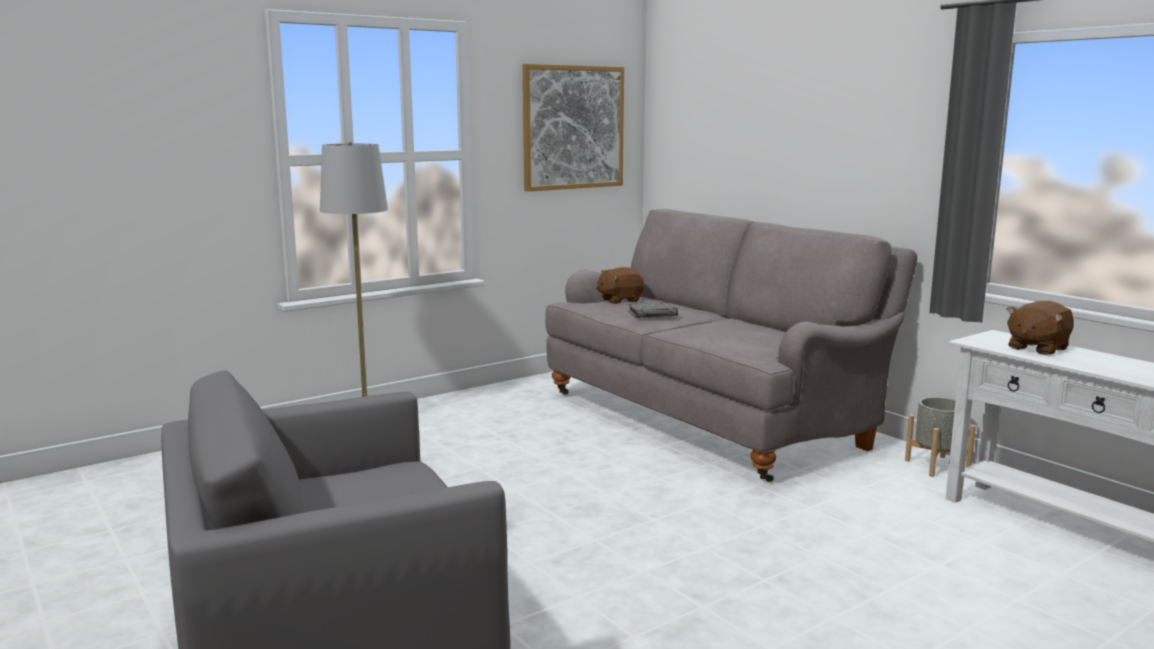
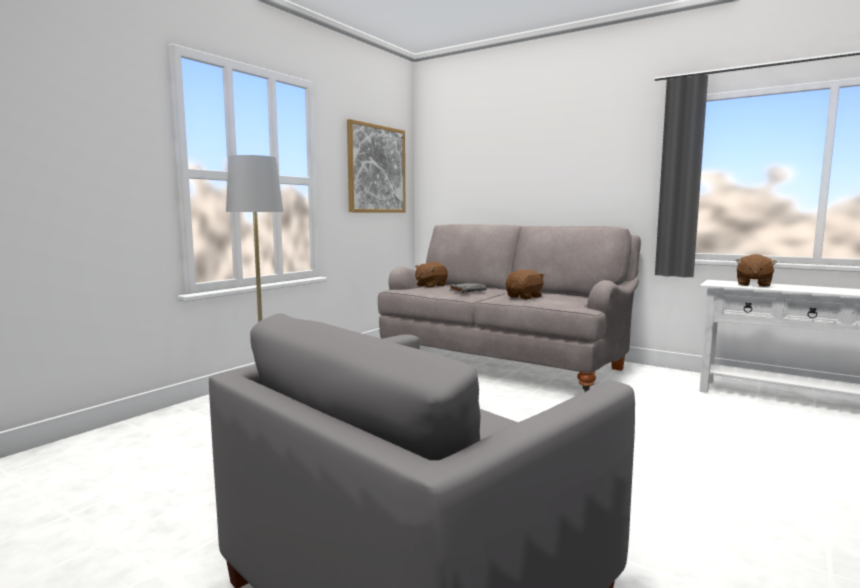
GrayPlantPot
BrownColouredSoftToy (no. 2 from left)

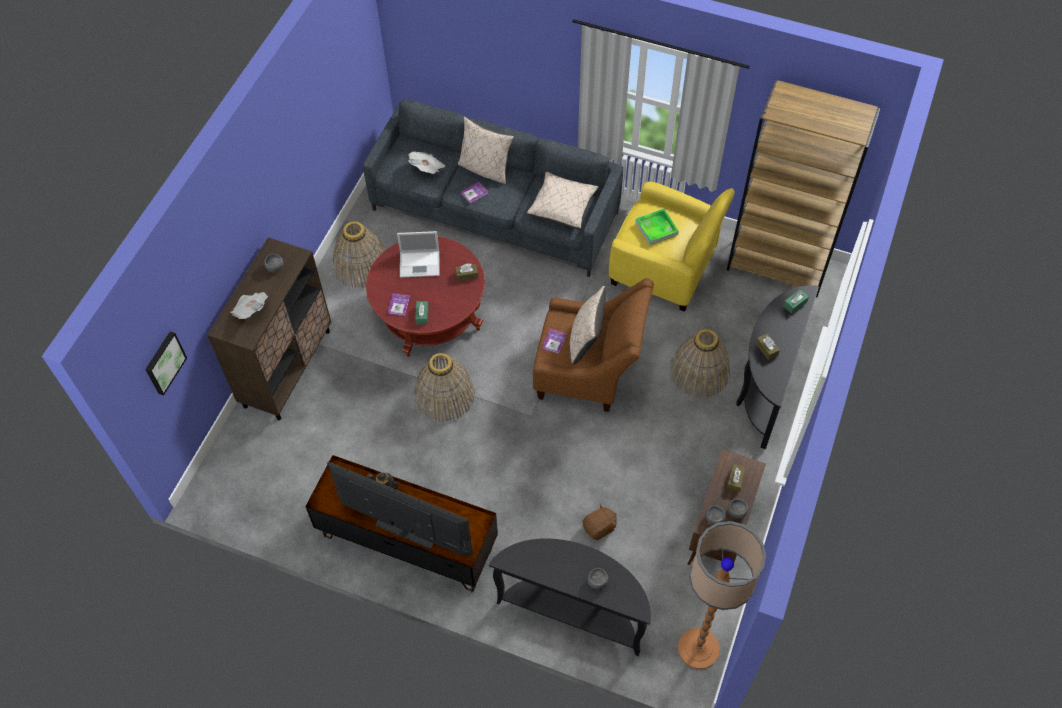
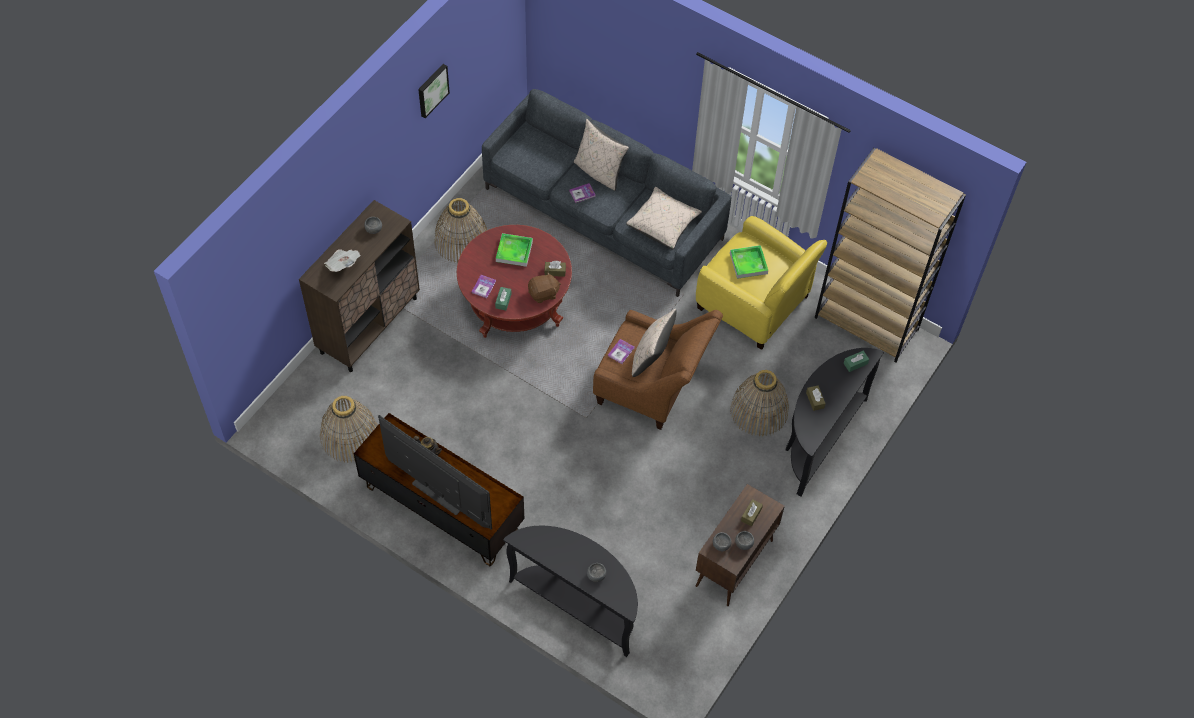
DailyPaper (no. 2 from left in the first image)
ServingTray (no. 1 from left)
Picture
HouseholdBasket (no. 1 from left)
BrownColouredSoftToy
StandardLamp

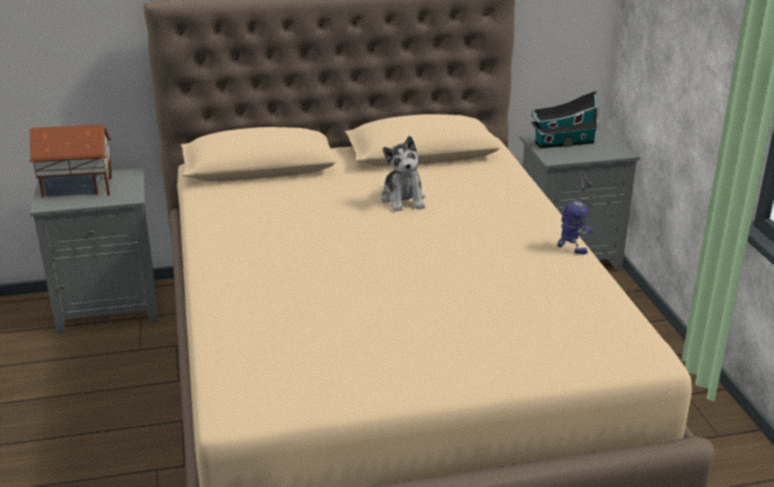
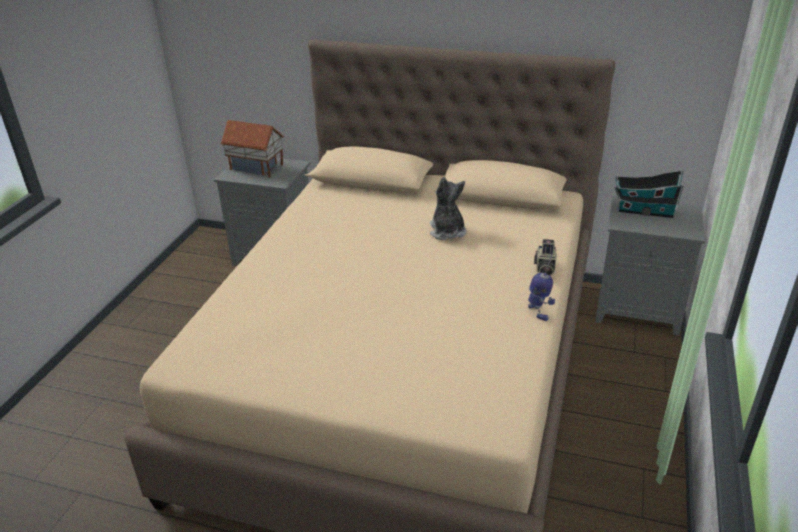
SoftToy
StillCamera

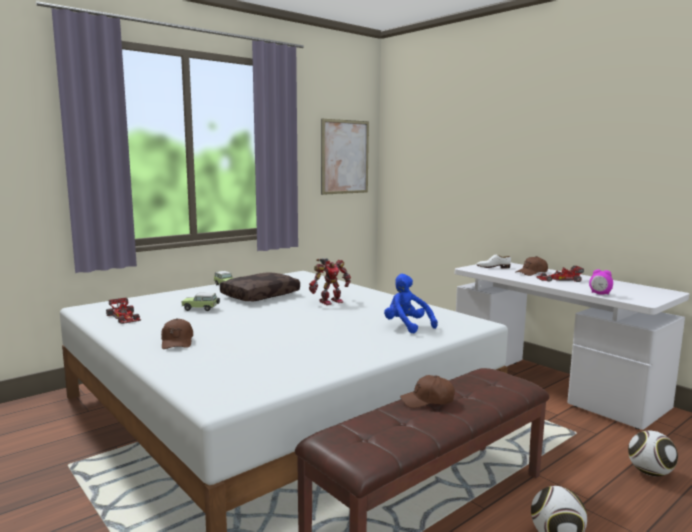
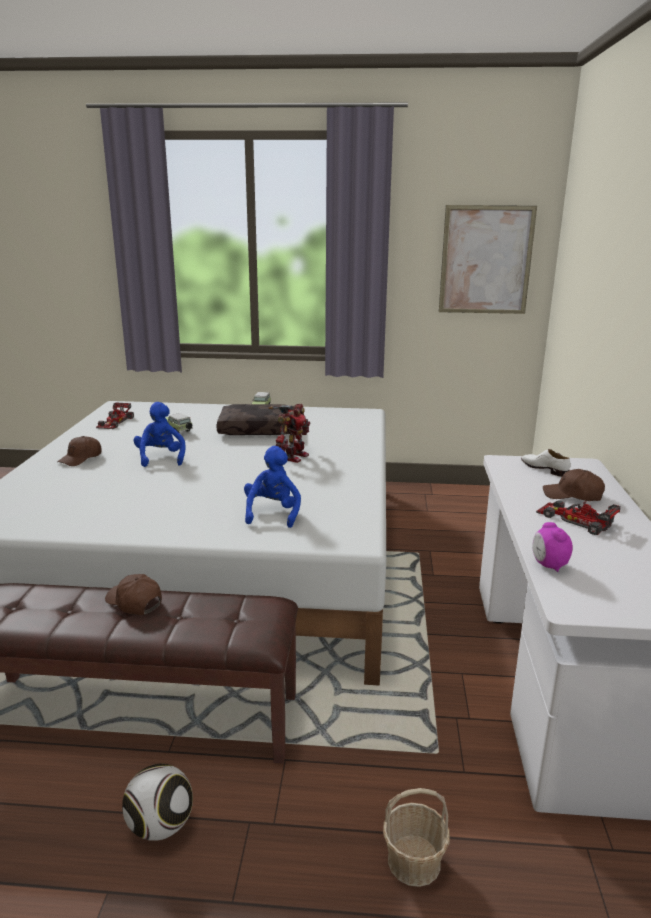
RobotFigure
HouseholdBasket
BlueColouredSoftToy (no. 1 from left)

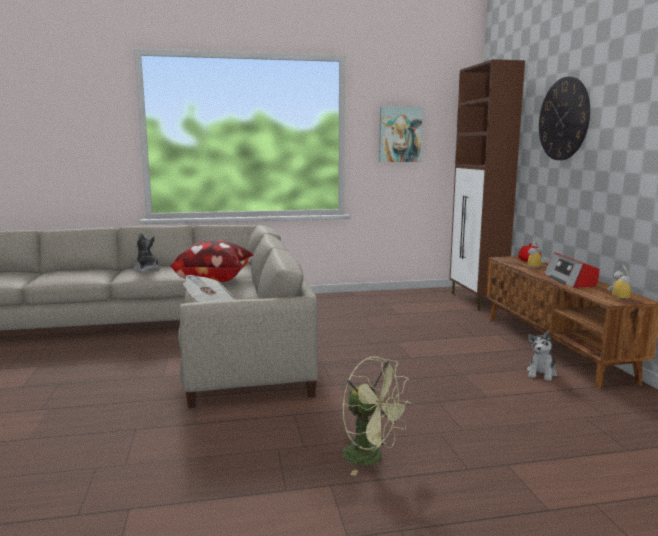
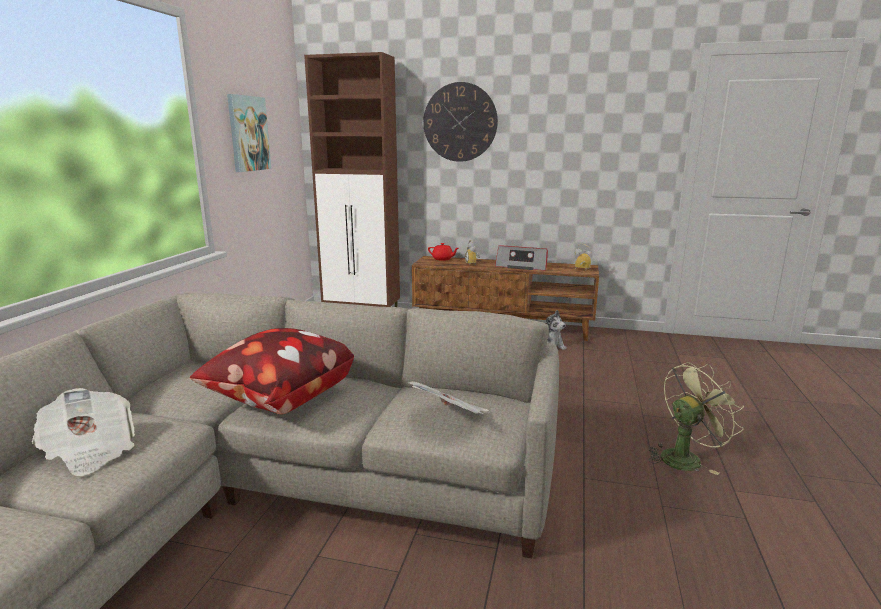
DailyPaper (no. 1 from left)

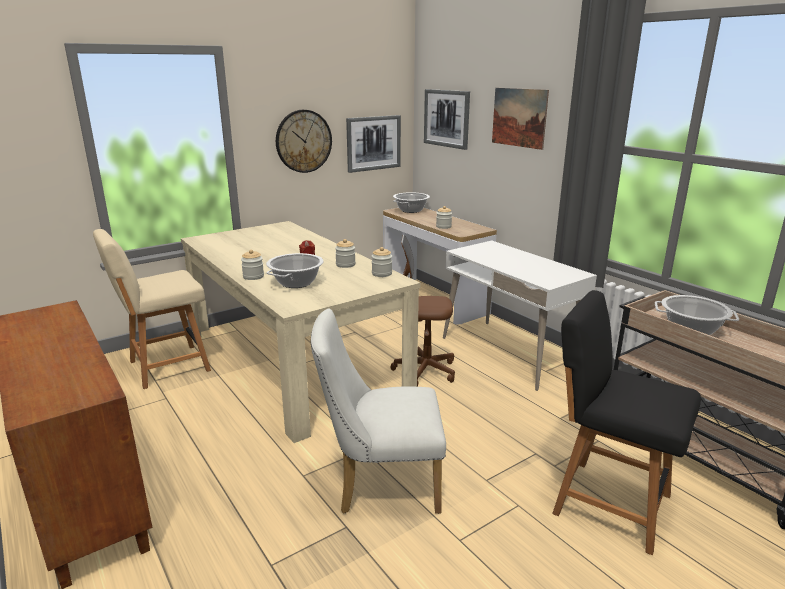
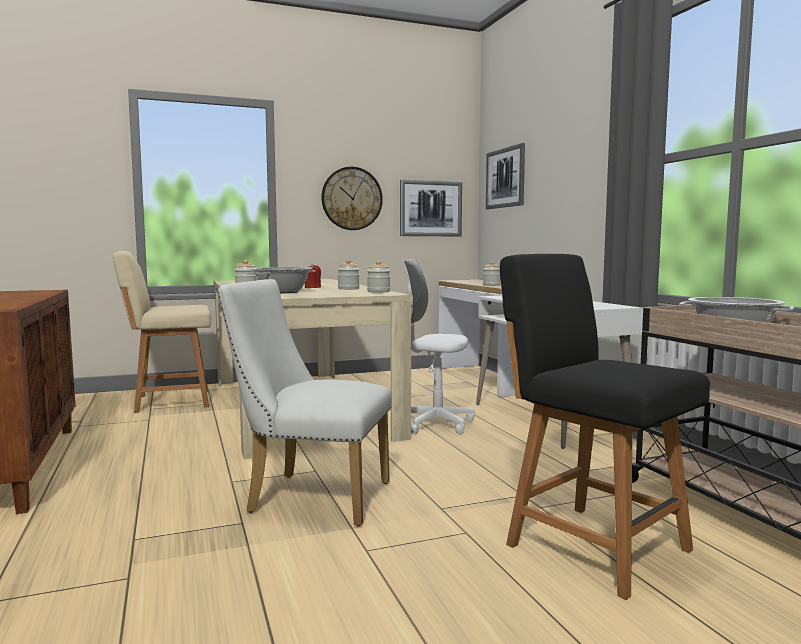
Picture (no. 3 from left in the first image)
CookingPot (no. 2 from left in the first image)
WhiteComputerChair

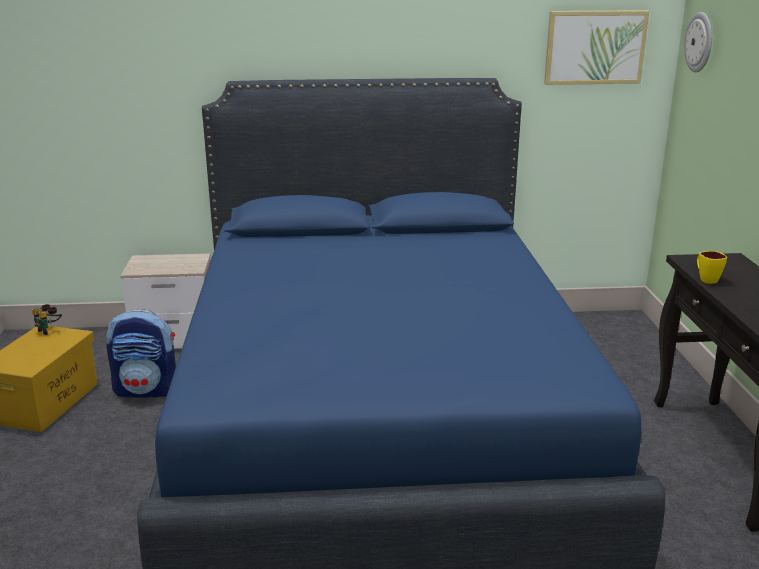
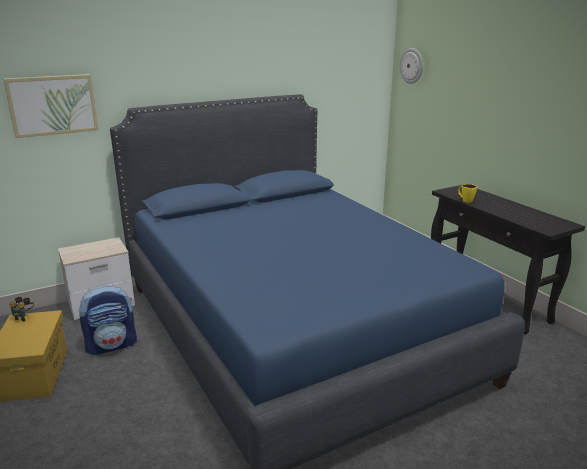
Picture

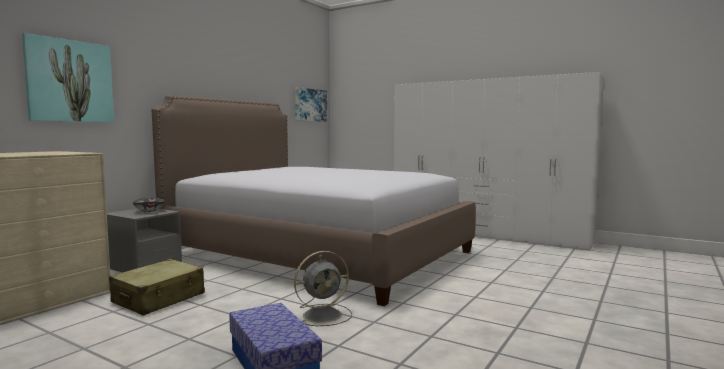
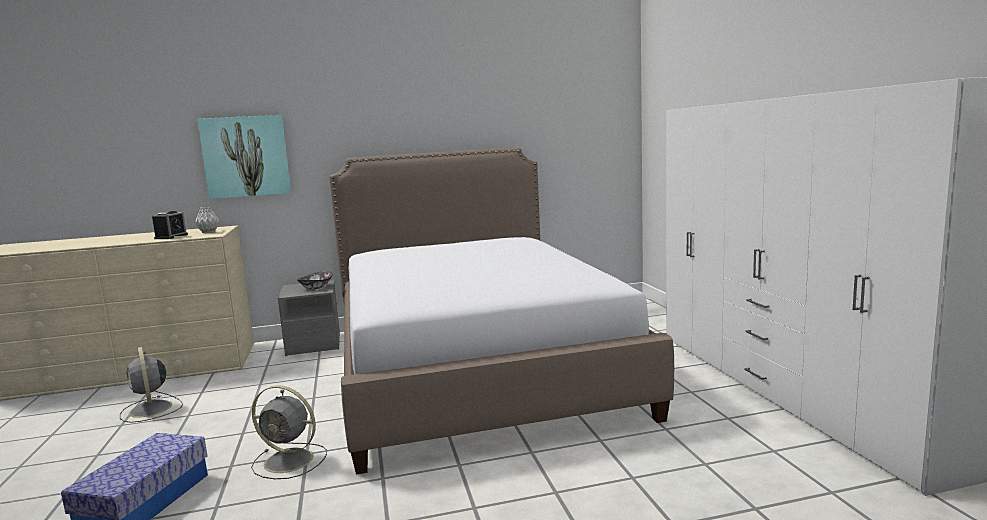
Picture (no. 2 from left in the first image)
SandColouredPieceOfLuggage
GrayVase
AlarmClock
GrayFan (no. 1 from left)

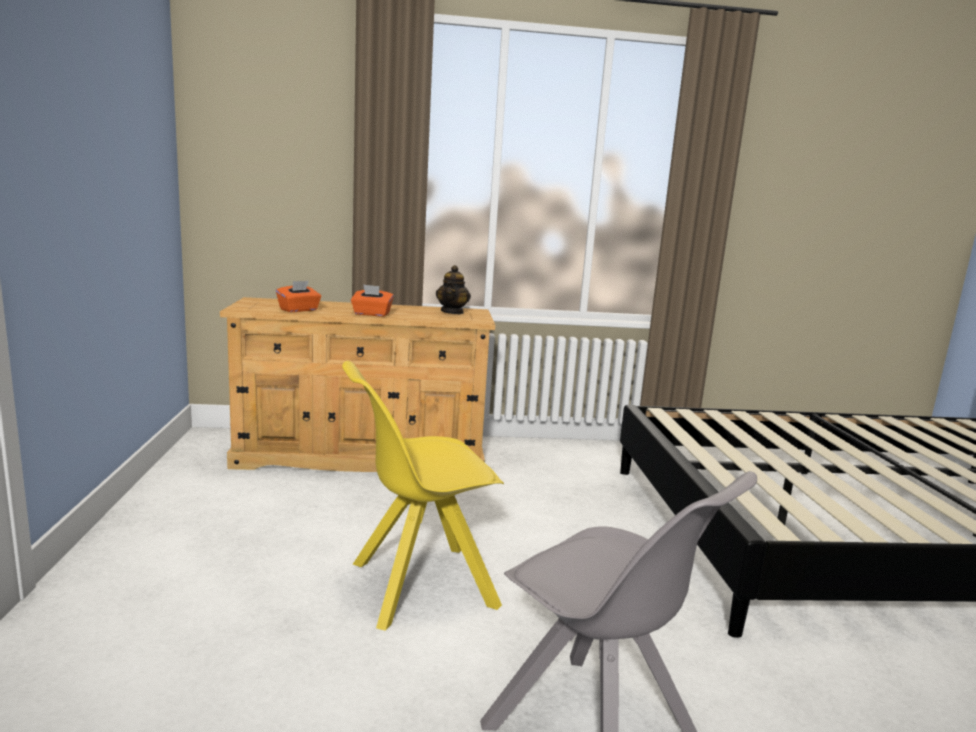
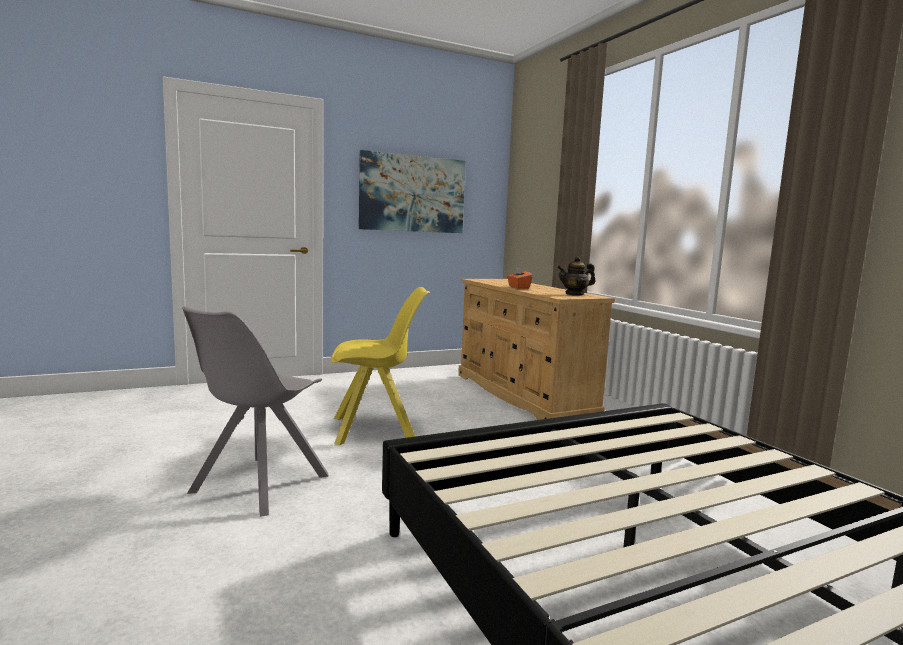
OrangeBoxOfTissues (no. 1 from left in the first image)
YellowChair
Picture

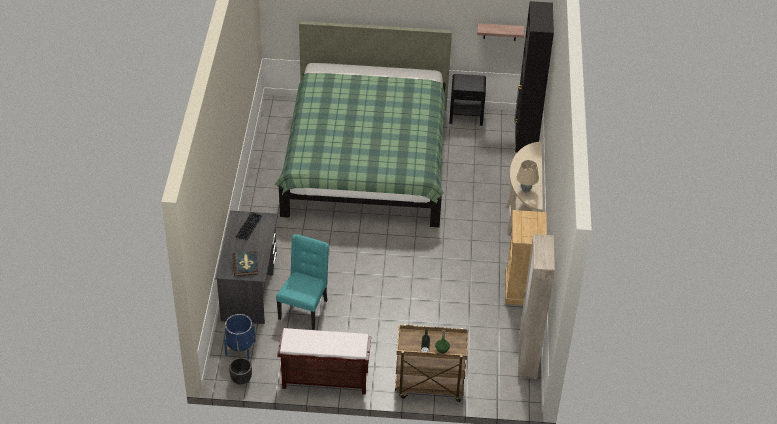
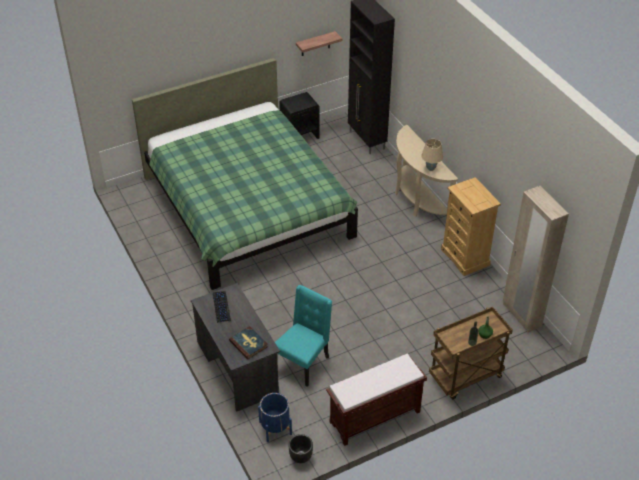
TurquoiseColouredChair

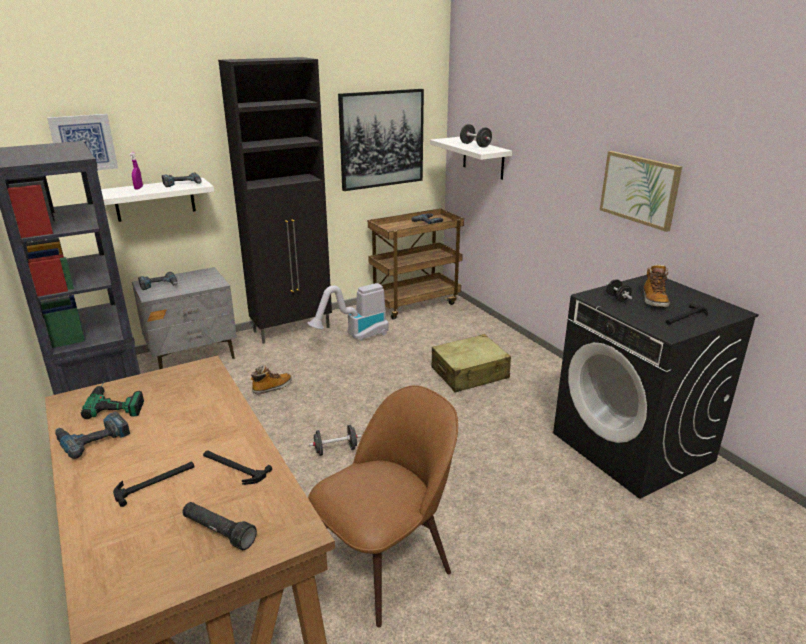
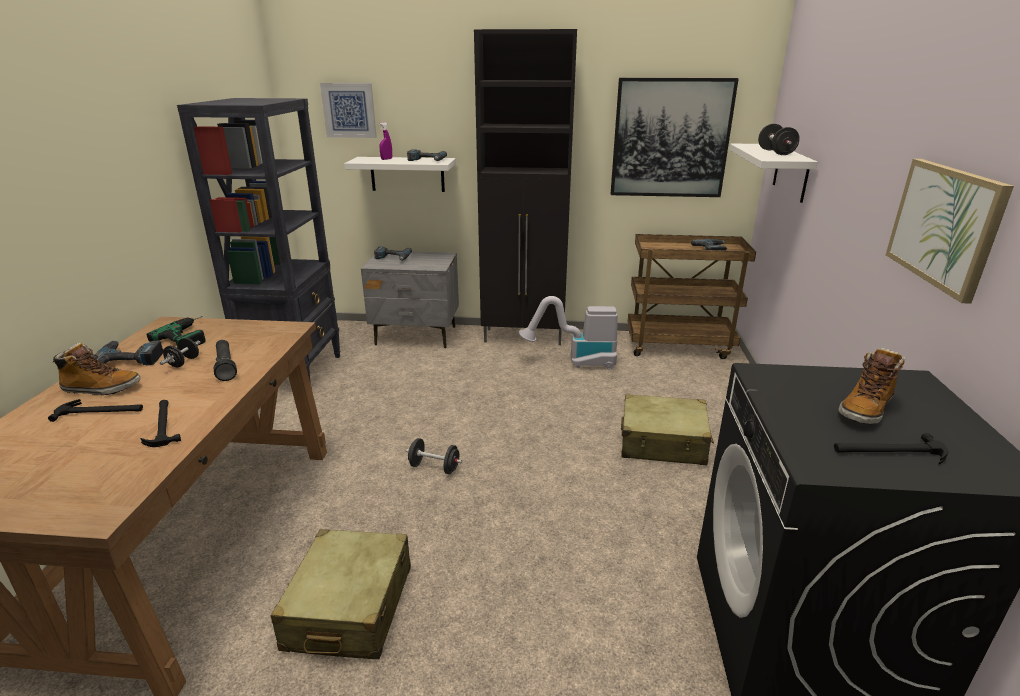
BlackishDumbbell (no. 1 from left)
HighTopBoot (no. 1 from left)
SandColouredPieceOfLuggage (no. 1 from left)
BlackishTorch

